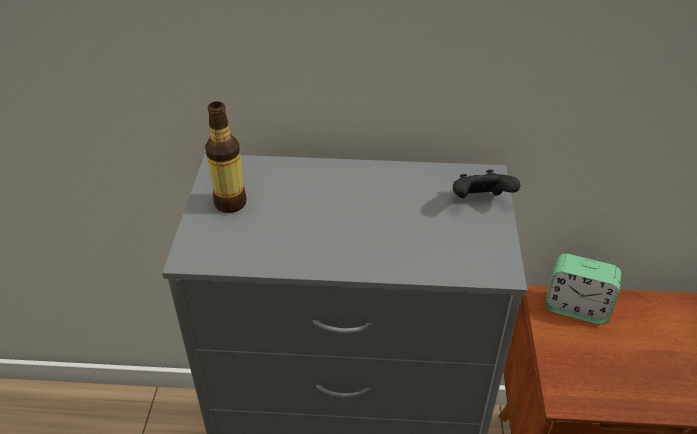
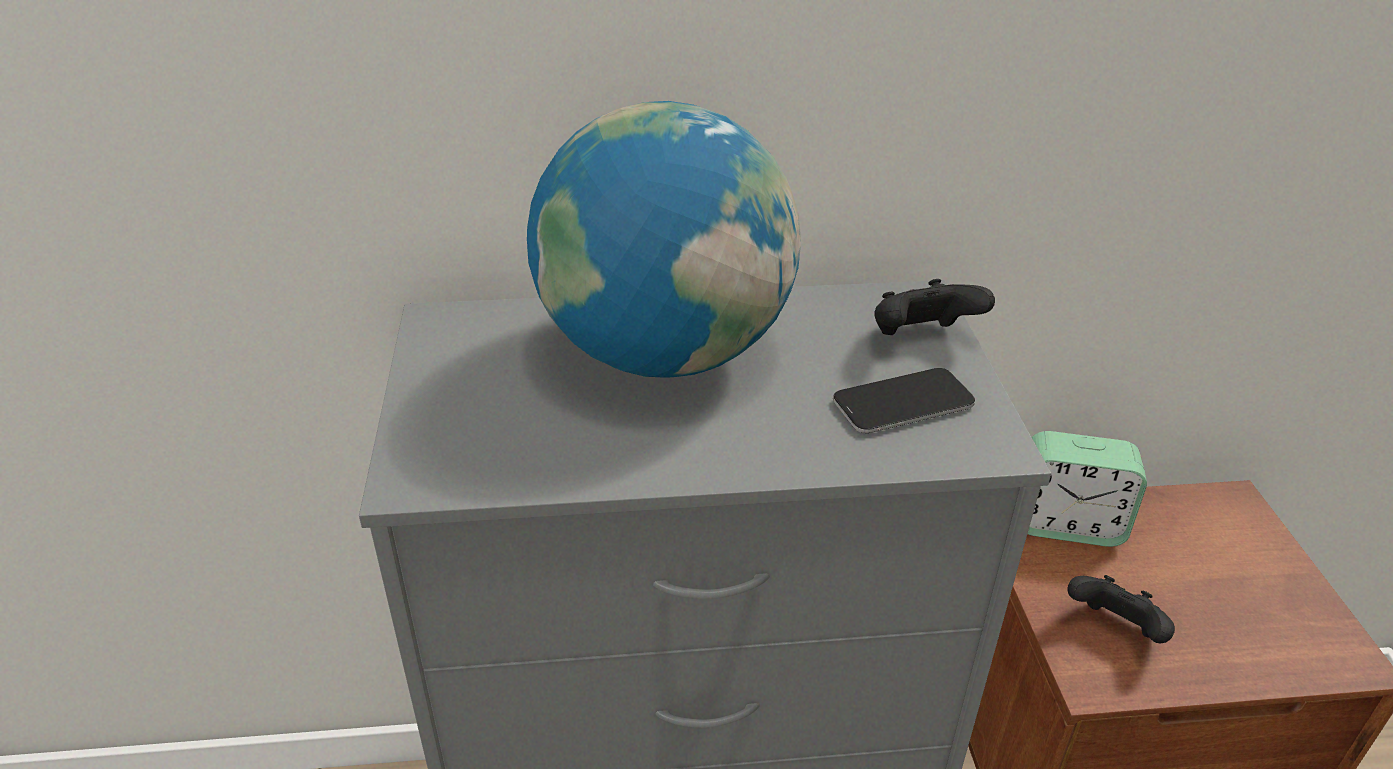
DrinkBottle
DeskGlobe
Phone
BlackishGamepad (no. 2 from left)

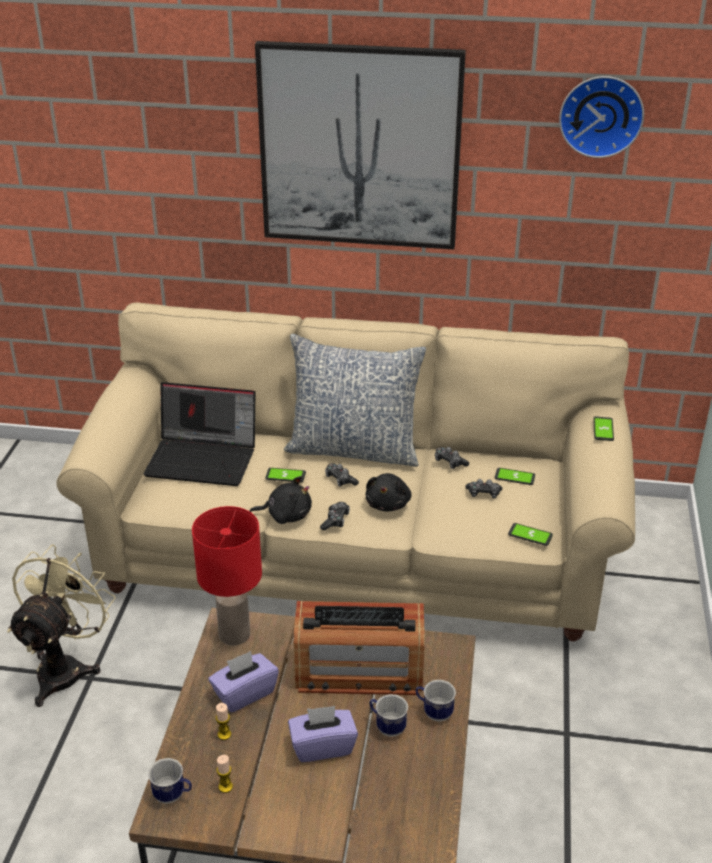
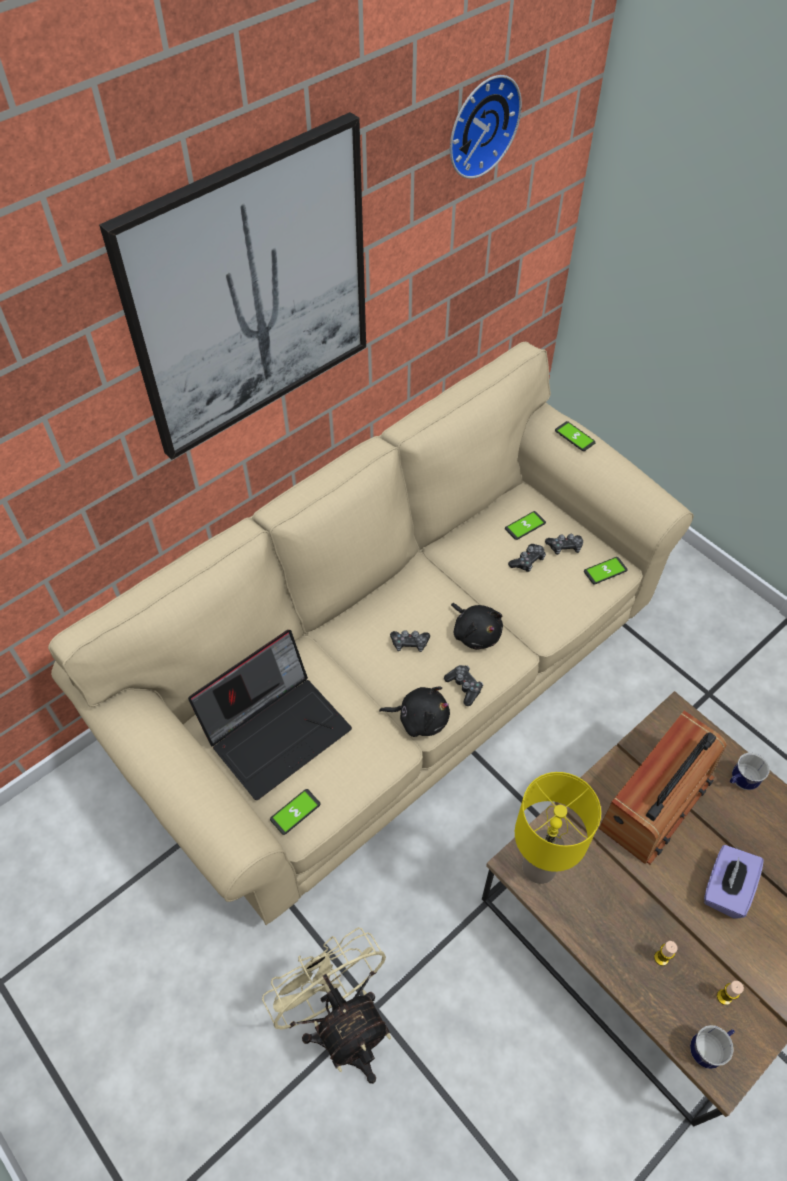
Pillow
Gamepad (no. 4 from left)
Phone (no. 1 from left)
BlackishSoftToy (no. 1 from left)
YellowTabletopLamp
PurplishBoxOfTissues (no. 1 from left in the first image)
Mug (no. 2 from left in the first image)

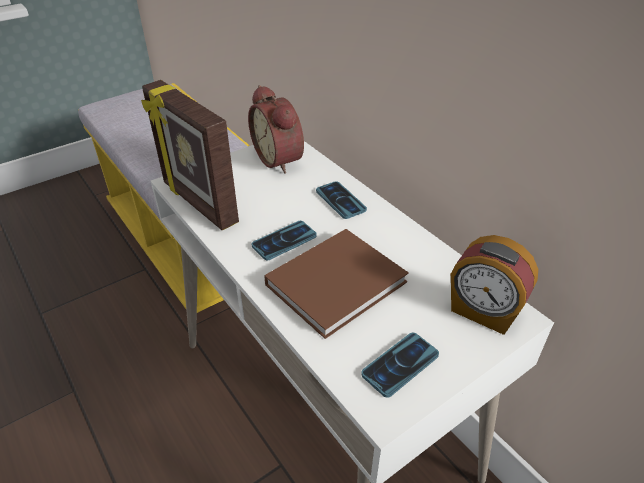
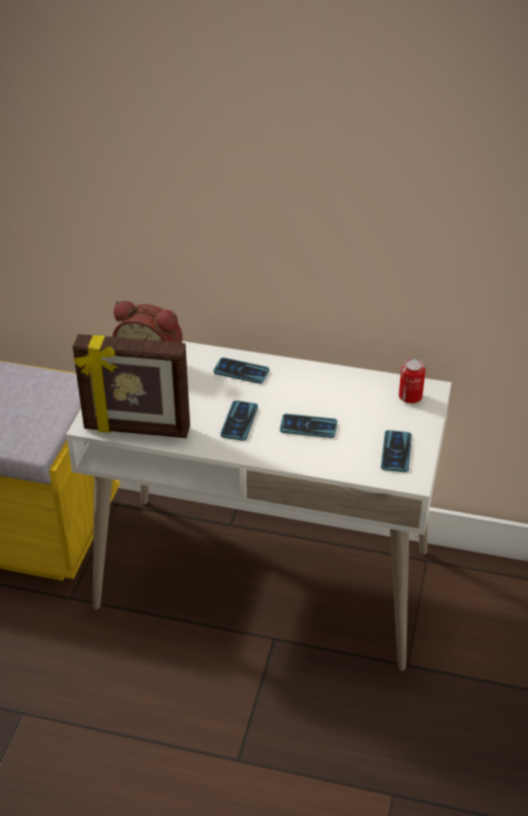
Phone (no. 3 from left)
SealedCan

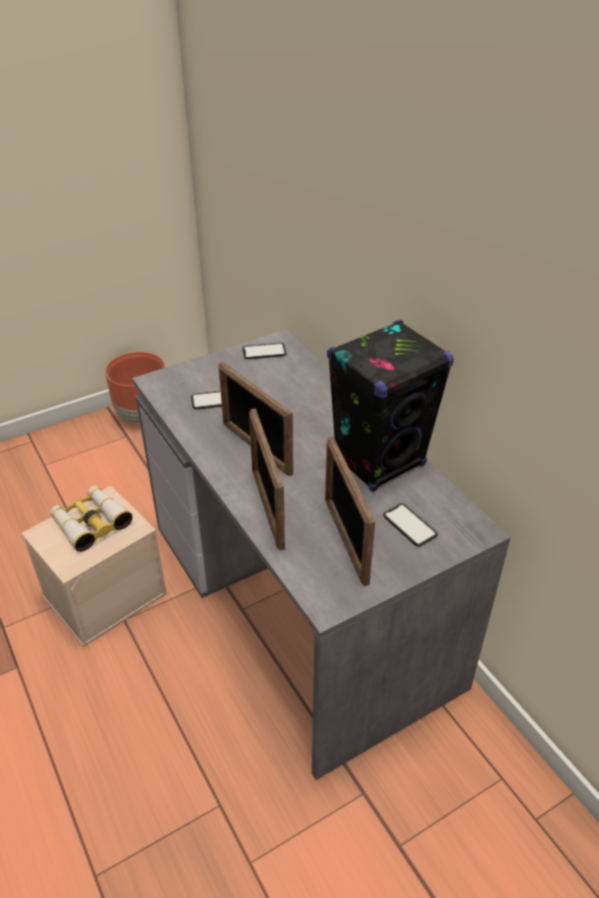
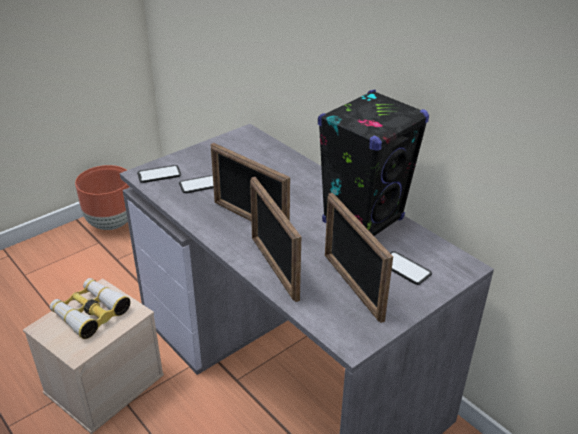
Phone (no. 1 from left)

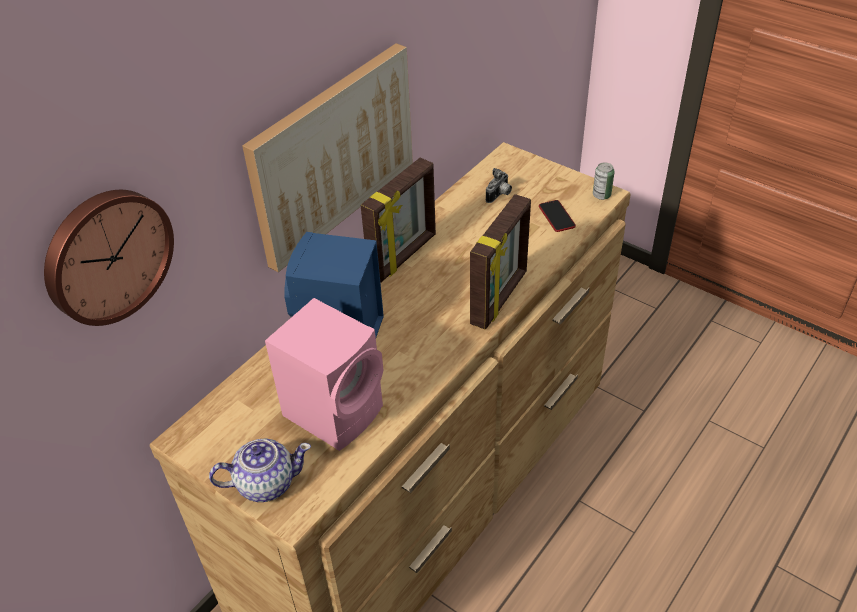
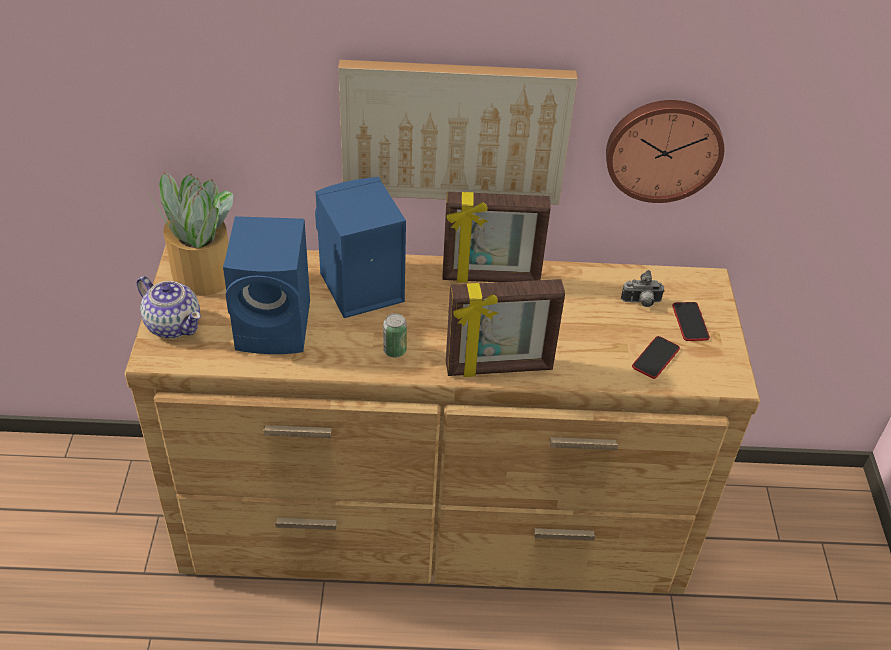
SealedCan
HangingClock
BlueColouredSpeaker (no. 1 from left)
PlantInAPot
Phone (no. 2 from left)

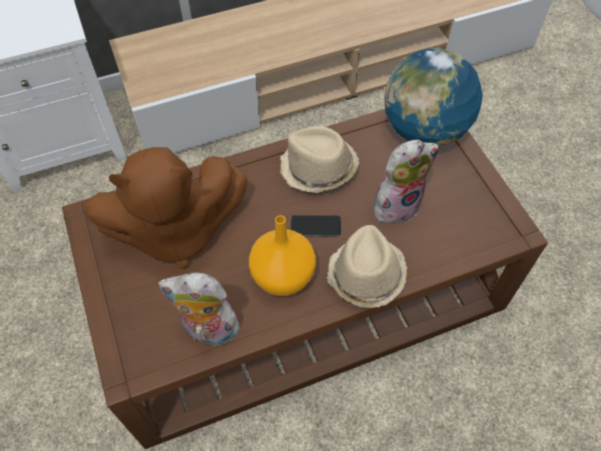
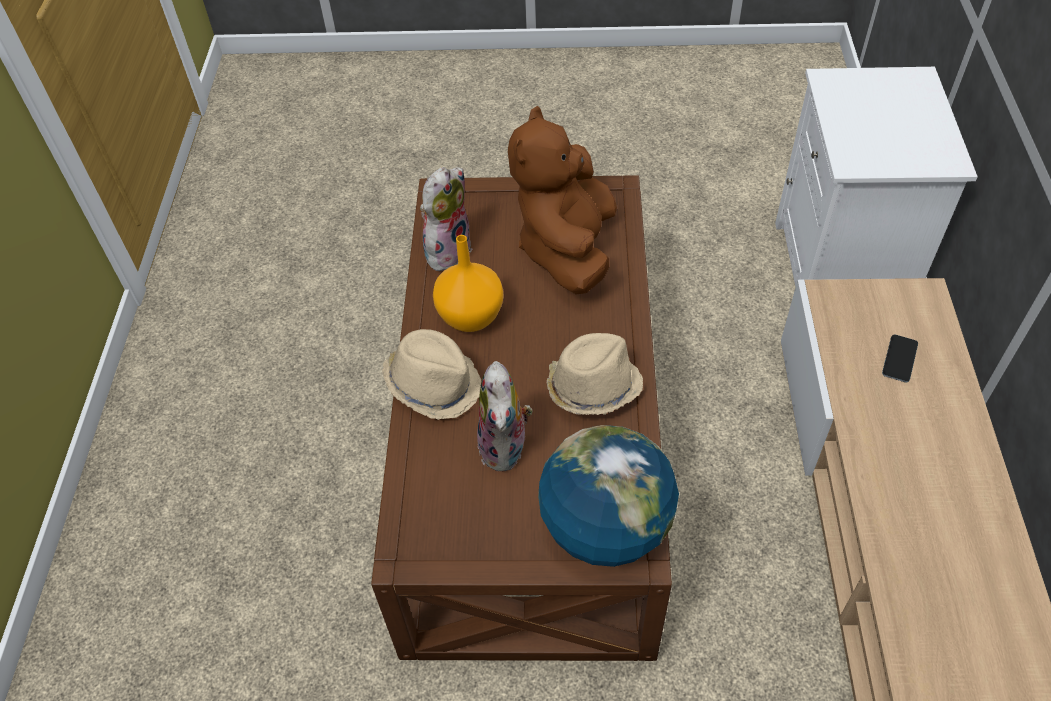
Phone

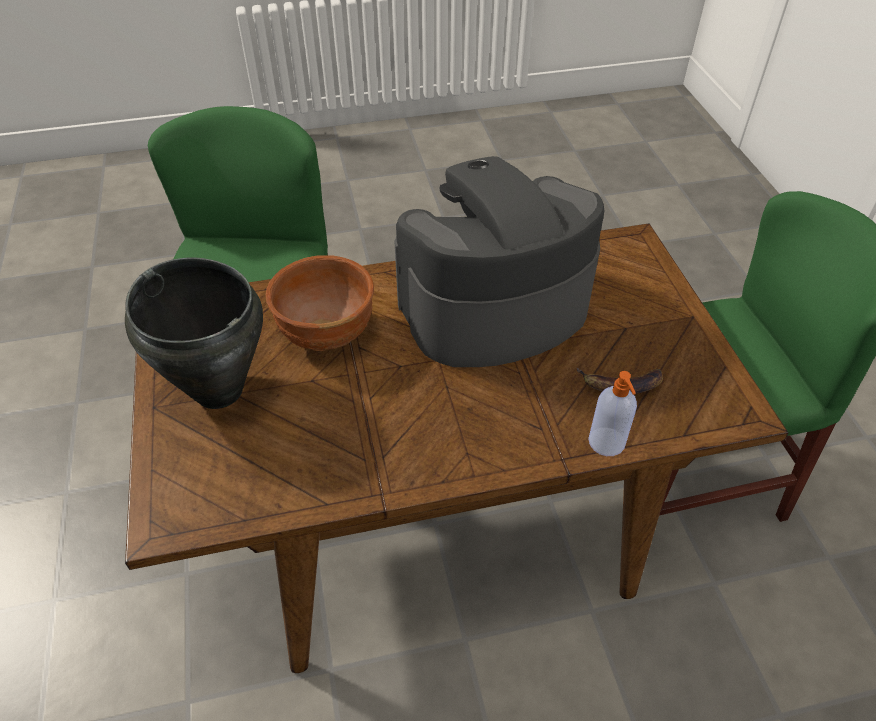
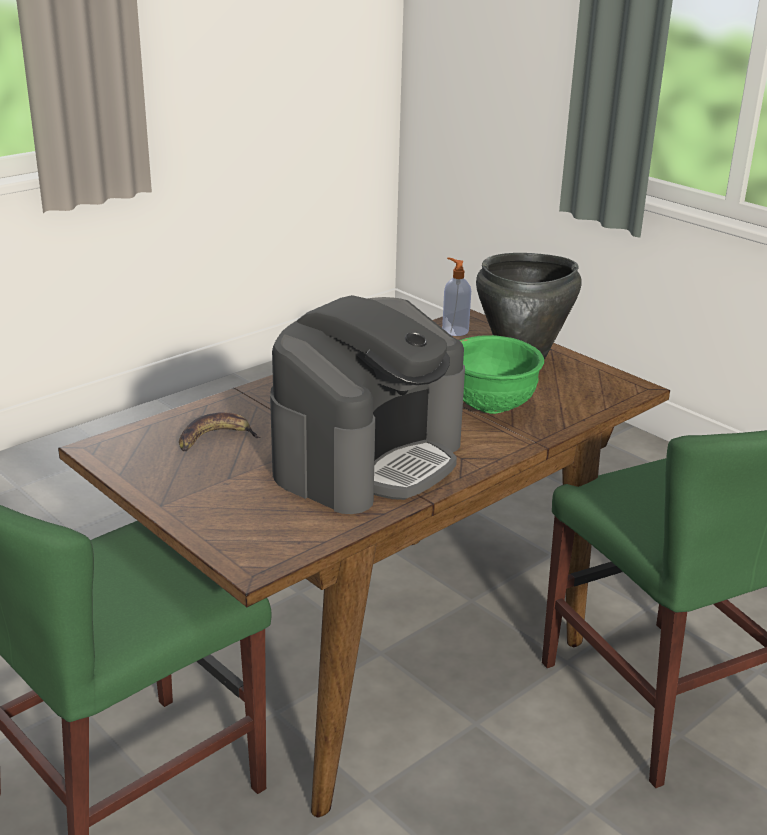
GreenServingBowl
SoapBottle

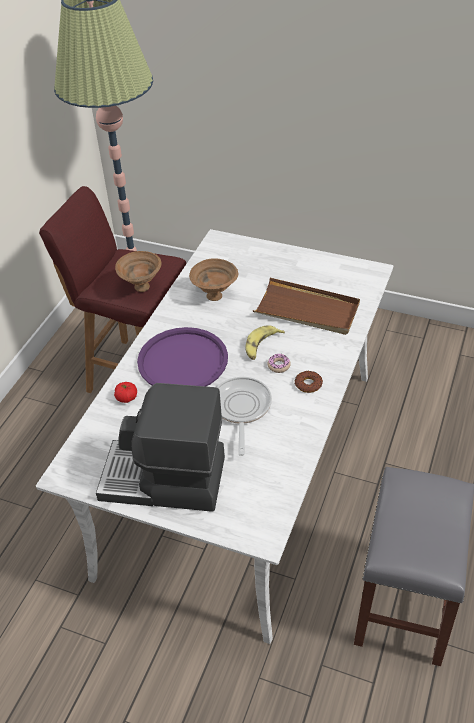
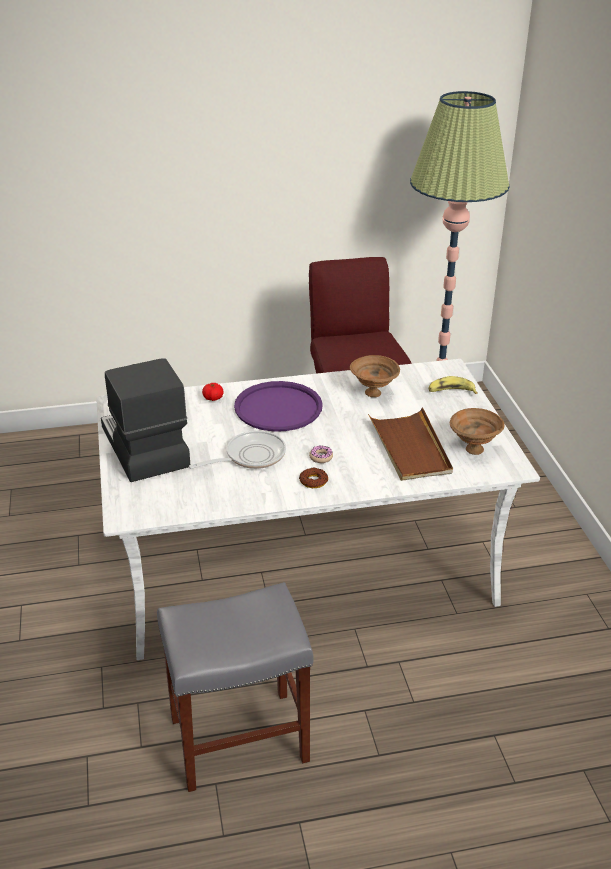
BrownColouredServingBowl (no. 2 from left)
BananaFruit

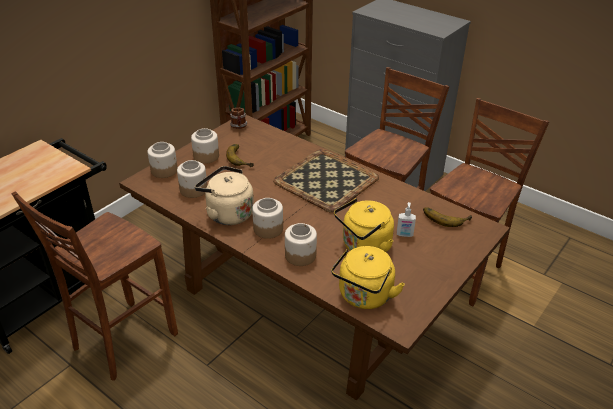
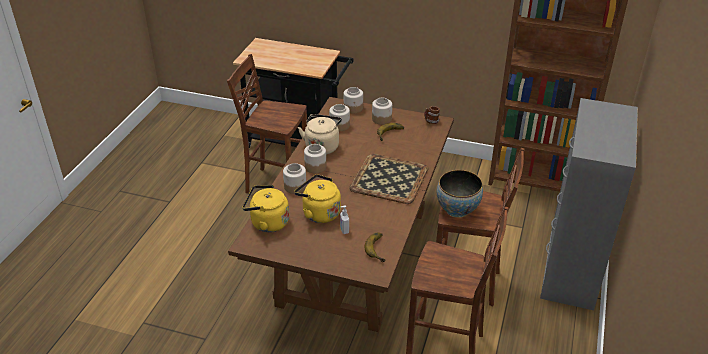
ServingBowl

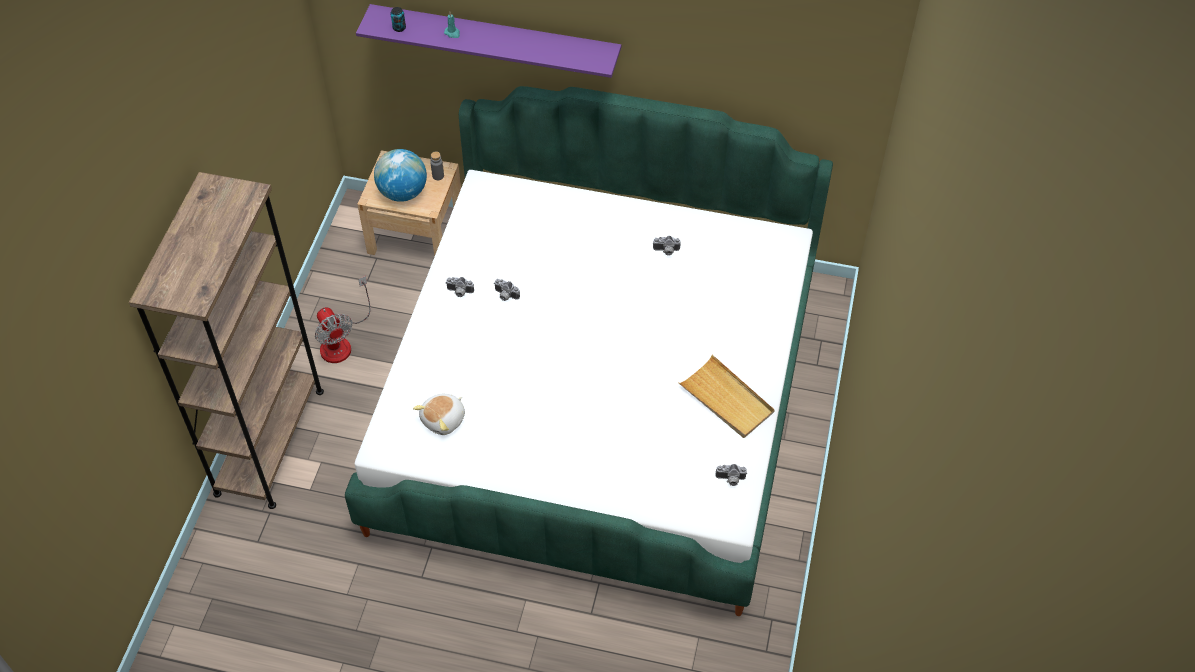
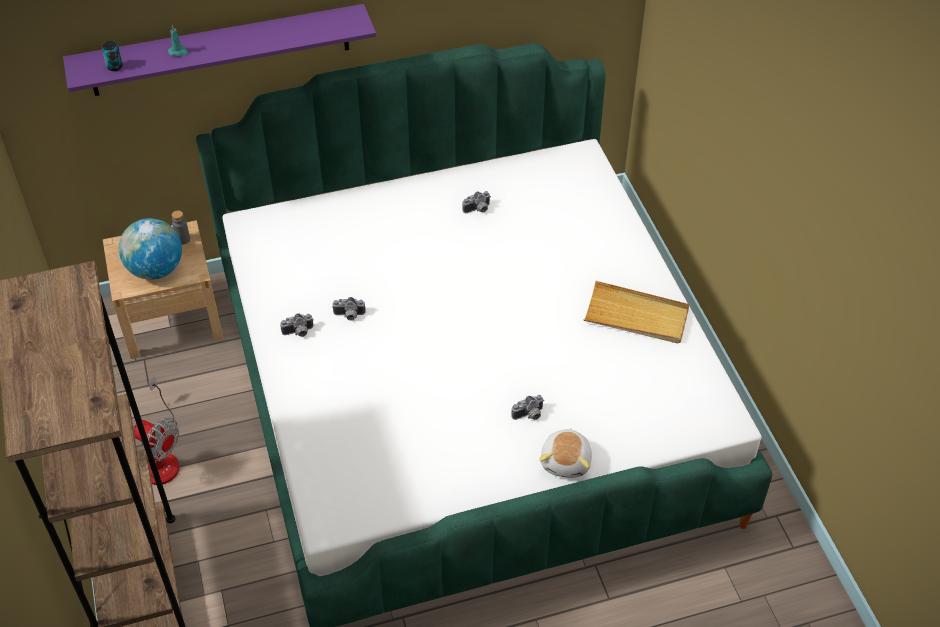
SoftToy
StillCamera (no. 4 from left)

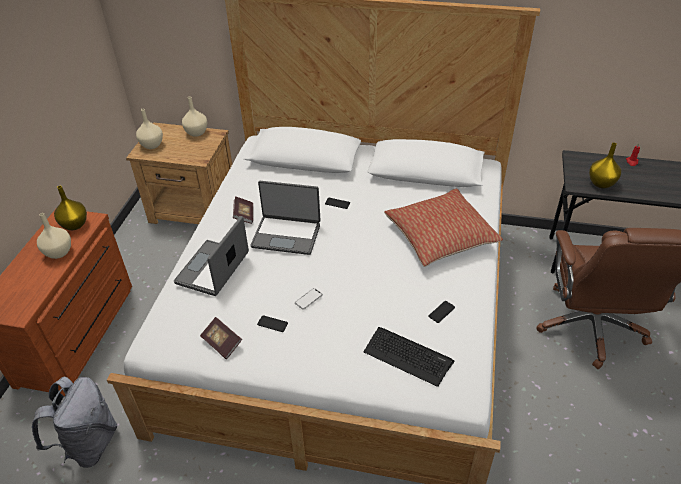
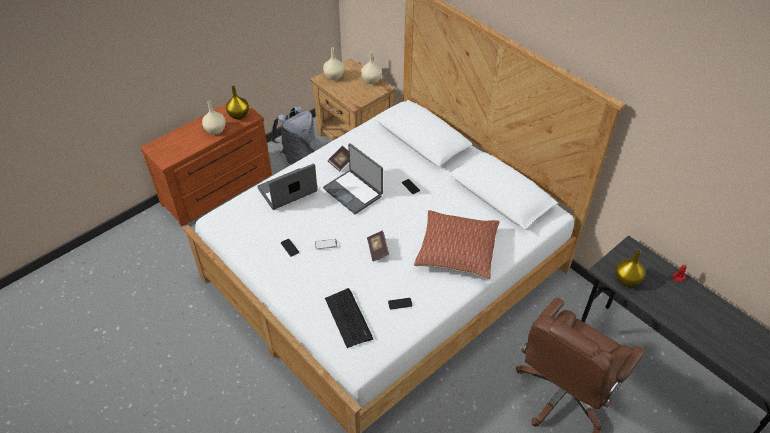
Book (no. 2 from left)
GrayRucksack

